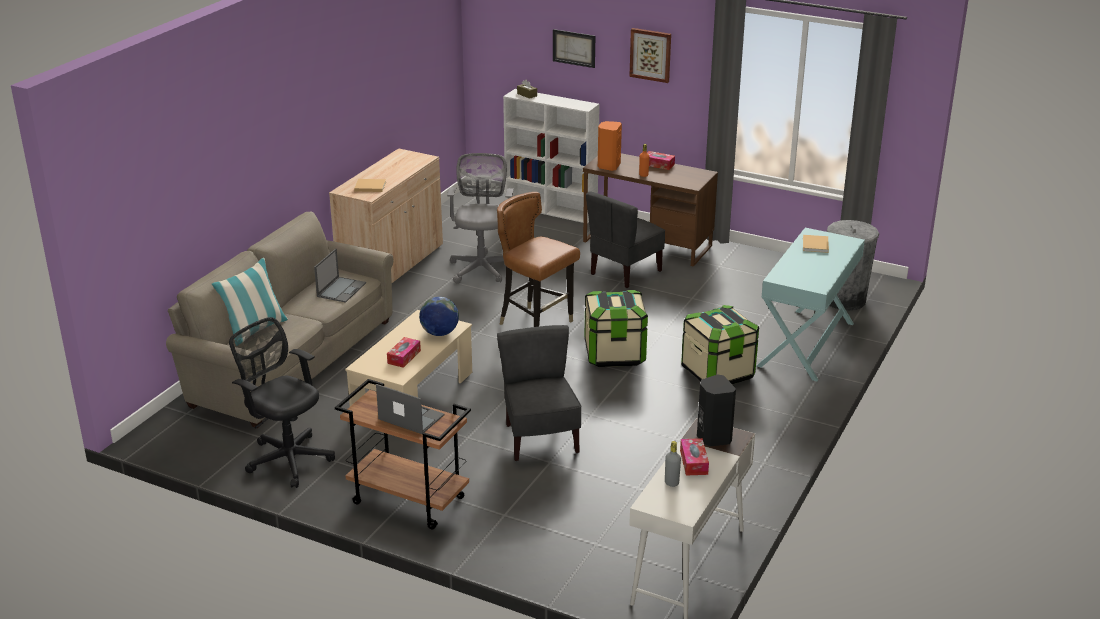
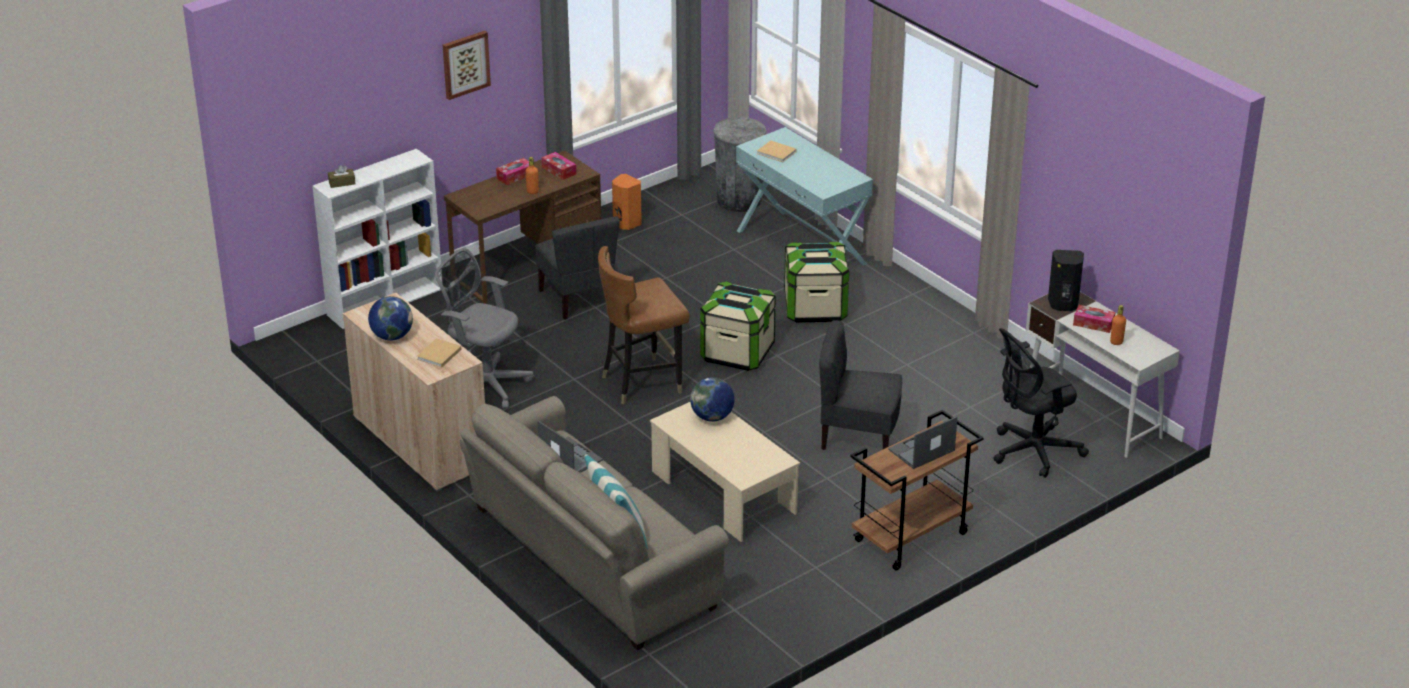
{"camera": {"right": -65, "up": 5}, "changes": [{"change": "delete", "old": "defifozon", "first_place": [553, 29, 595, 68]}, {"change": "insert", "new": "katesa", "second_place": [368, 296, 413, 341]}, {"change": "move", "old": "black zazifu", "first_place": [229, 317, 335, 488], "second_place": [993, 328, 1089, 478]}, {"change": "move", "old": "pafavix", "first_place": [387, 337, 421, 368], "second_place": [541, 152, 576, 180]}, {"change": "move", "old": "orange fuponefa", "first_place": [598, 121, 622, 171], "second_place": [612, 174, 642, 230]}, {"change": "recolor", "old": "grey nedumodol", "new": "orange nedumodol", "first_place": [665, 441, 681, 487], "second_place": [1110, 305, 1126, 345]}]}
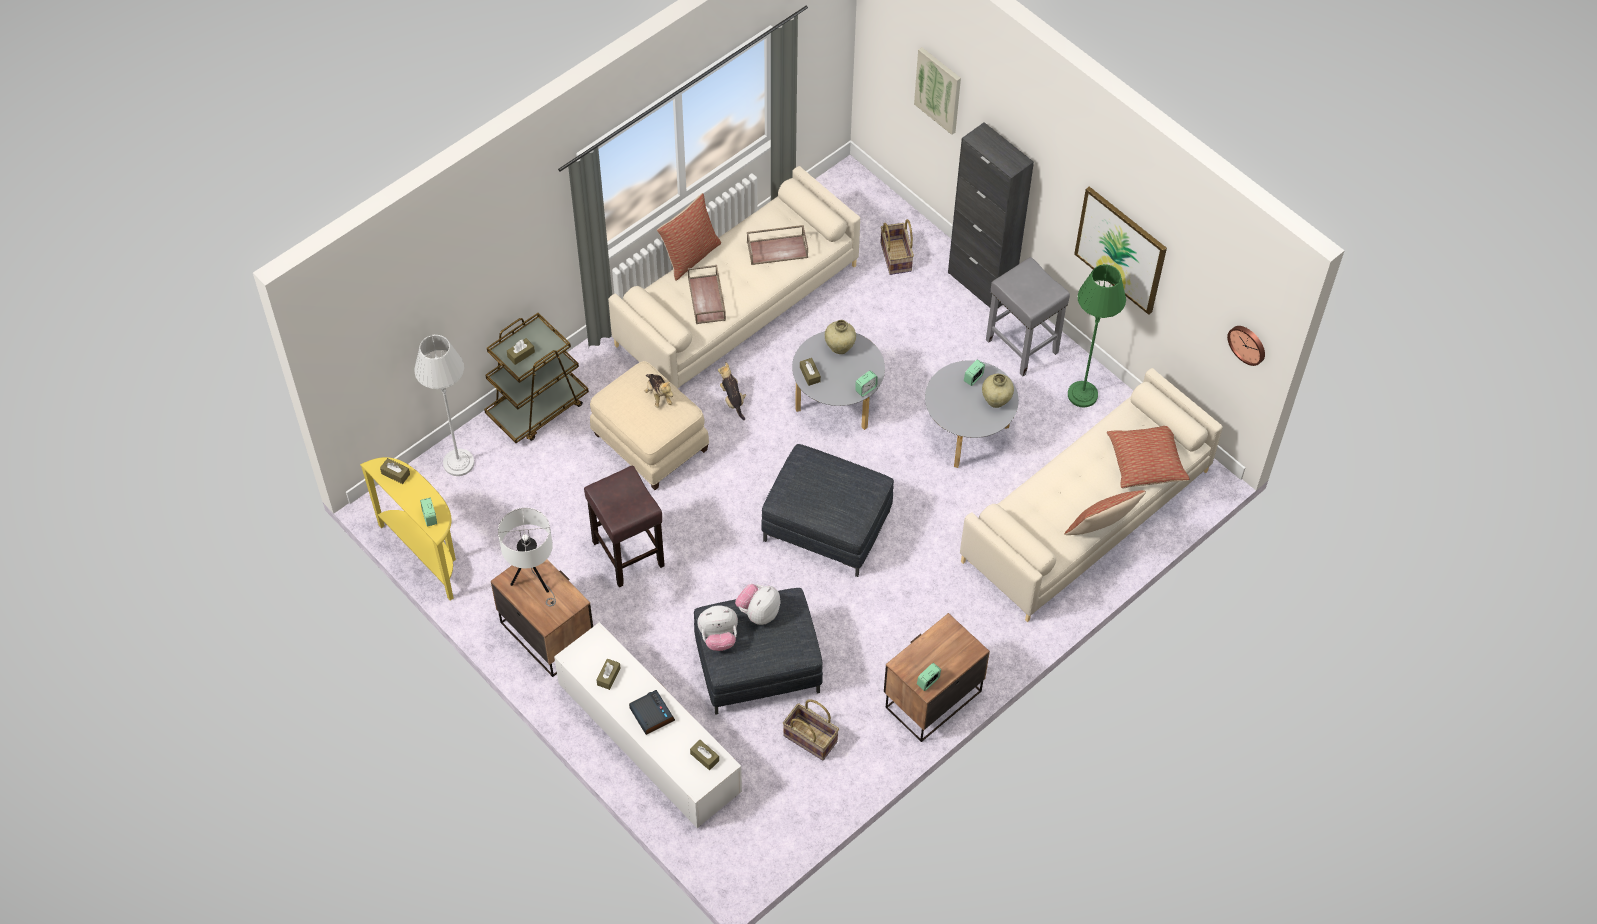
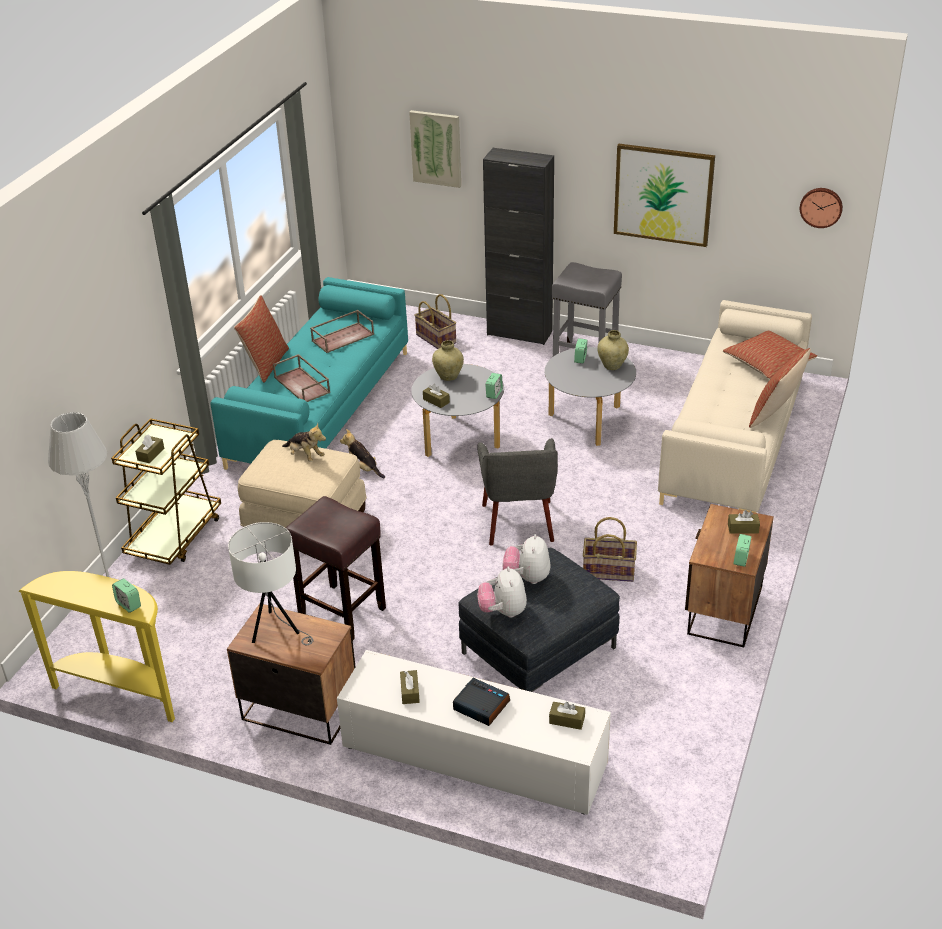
{"camera": {"right": -25, "up": -20}, "changes": [{"change": "delete", "old": "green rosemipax", "first_place": [1068, 264, 1126, 408]}, {"change": "move", "old": "brown pafavix", "first_place": [380, 458, 410, 484], "second_place": [728, 510, 760, 534]}, {"change": "move", "old": "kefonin", "first_place": [783, 699, 839, 761], "second_place": [583, 517, 637, 582]}, {"change": "replace", "old": "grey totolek", "new": "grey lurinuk", "first_place": [761, 444, 894, 577], "second_place": [477, 438, 558, 546]}, {"change": "recolor", "old": "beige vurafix", "new": "turquoise vurafix", "first_place": [608, 166, 860, 388], "second_place": [210, 277, 408, 470]}, {"change": "rotate", "old": "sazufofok", "first_place": [697, 606, 738, 651], "second_place": [477, 567, 527, 618], "degrees": 120}]}
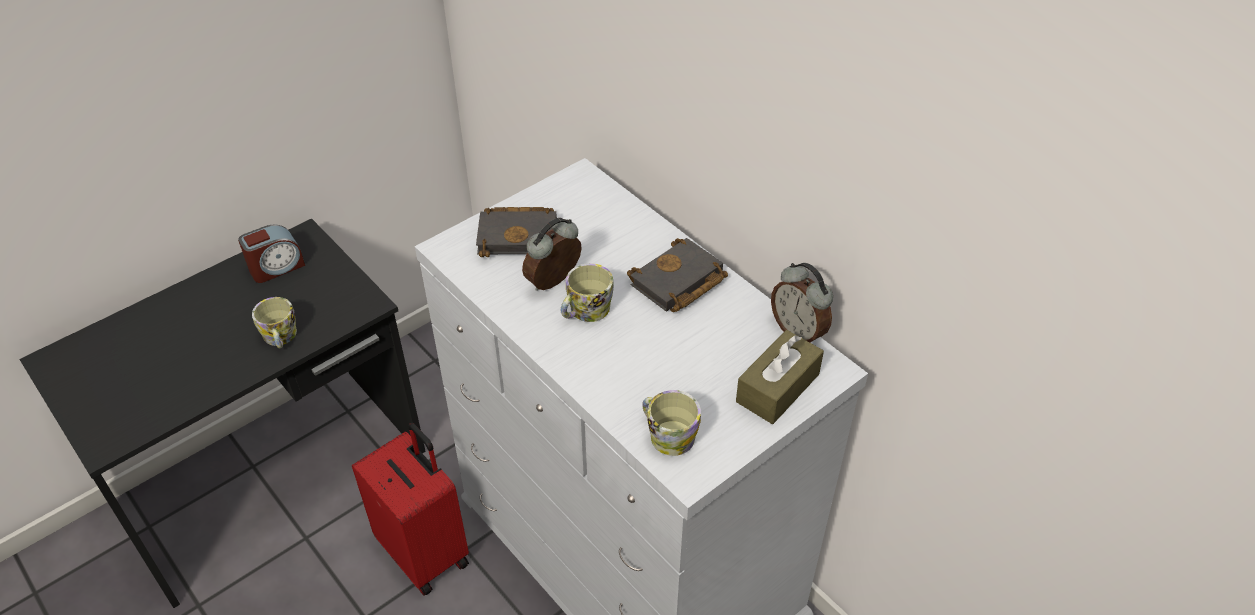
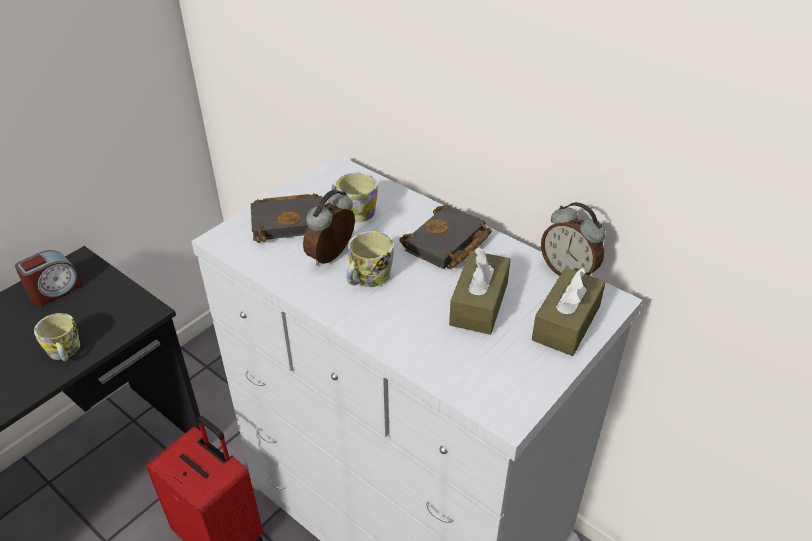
{"camera": {"right": -10, "up": -5}, "changes": [{"change": "insert", "new": "brown pafavix", "second_place": [449, 248, 511, 335]}, {"change": "move", "old": "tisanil", "first_place": [642, 390, 701, 456], "second_place": [332, 172, 378, 222]}]}
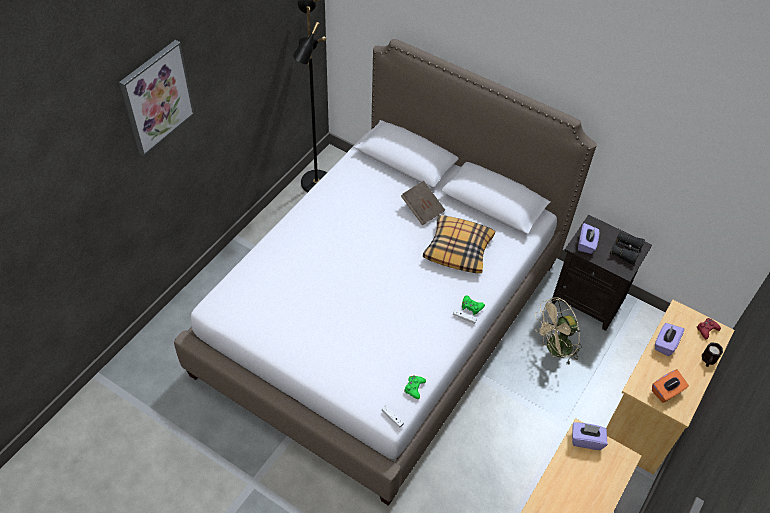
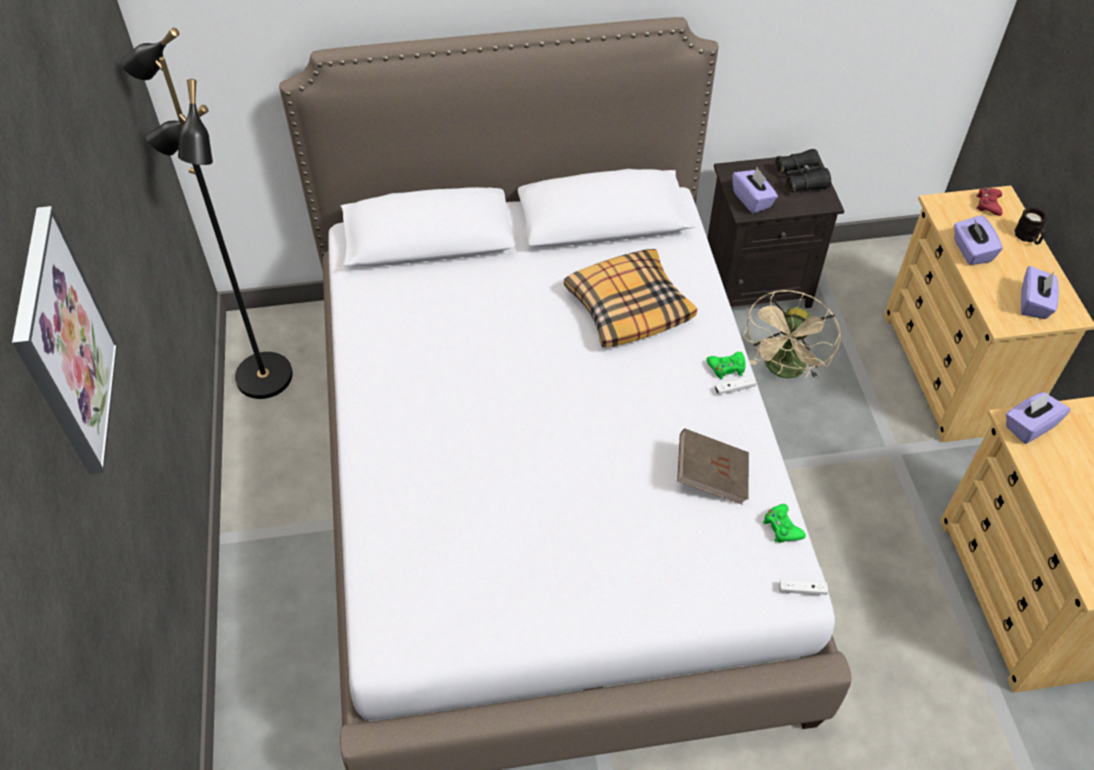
{"camera": {"right": -40, "up": 0}, "changes": [{"change": "move", "old": "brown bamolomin", "first_place": [401, 181, 445, 226], "second_place": [677, 429, 749, 504]}, {"change": "recolor", "old": "orange pafavix", "new": "purple pafavix", "first_place": [652, 369, 689, 403], "second_place": [1021, 266, 1059, 319]}]}
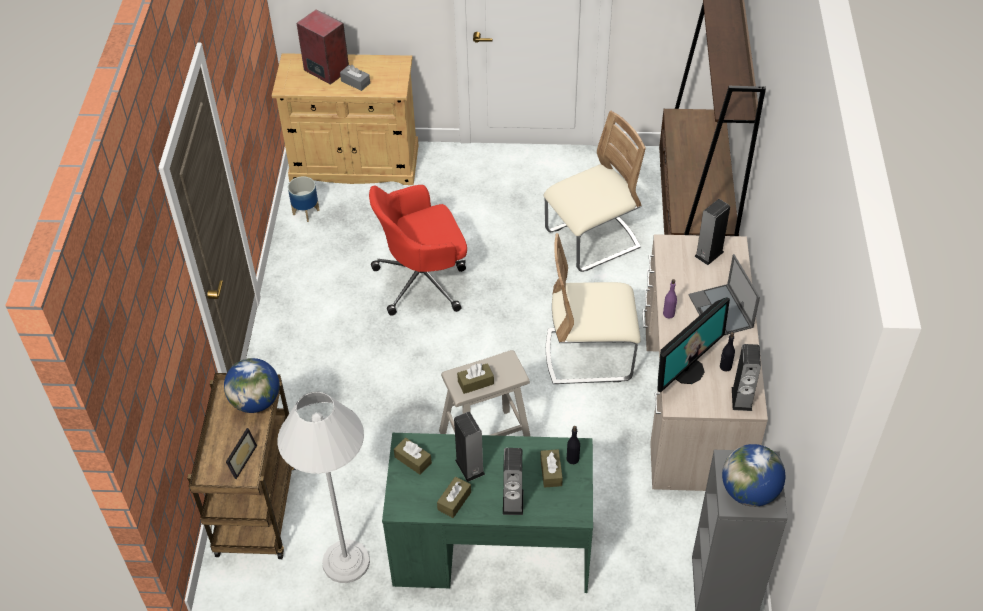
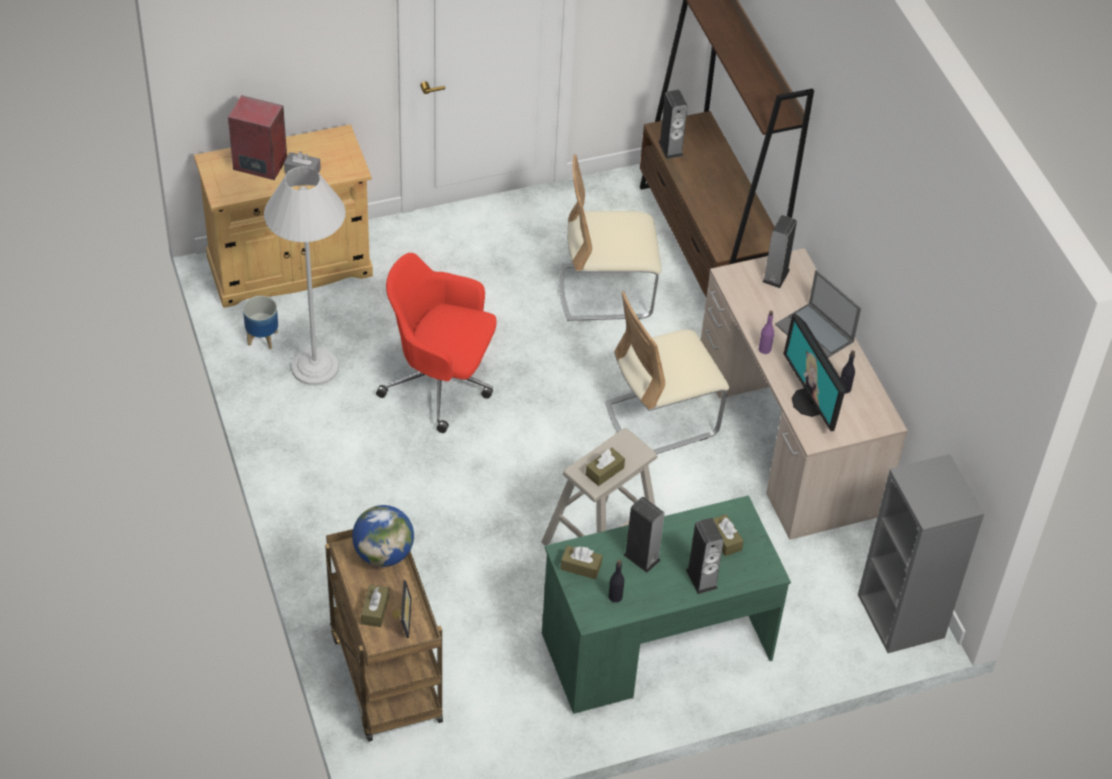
{"camera": {"right": -25, "up": 0}, "changes": [{"change": "delete", "old": "katesa", "first_place": [722, 444, 785, 507]}, {"change": "move", "old": "white rosemipax", "first_place": [277, 391, 370, 583], "second_place": [264, 166, 346, 385]}, {"change": "move", "old": "brown pafavix", "first_place": [437, 477, 471, 518], "second_place": [361, 584, 389, 627]}, {"change": "move", "old": "black nedumodol", "first_place": [567, 426, 580, 464], "second_place": [609, 560, 624, 603]}, {"change": "move", "old": "fuponefa", "first_place": [732, 344, 761, 411], "second_place": [658, 90, 687, 159]}, {"change": "rotate", "old": "red zazifu", "first_place": [369, 185, 467, 316], "second_place": [376, 253, 497, 433], "degrees": 60}, {"change": "rotate", "old": "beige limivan", "first_place": [544, 111, 646, 272], "second_place": [559, 155, 662, 321], "degrees": -135}, {"change": "rotate", "old": "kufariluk", "first_place": [658, 297, 730, 393], "second_place": [783, 314, 846, 431], "degrees": 135}]}
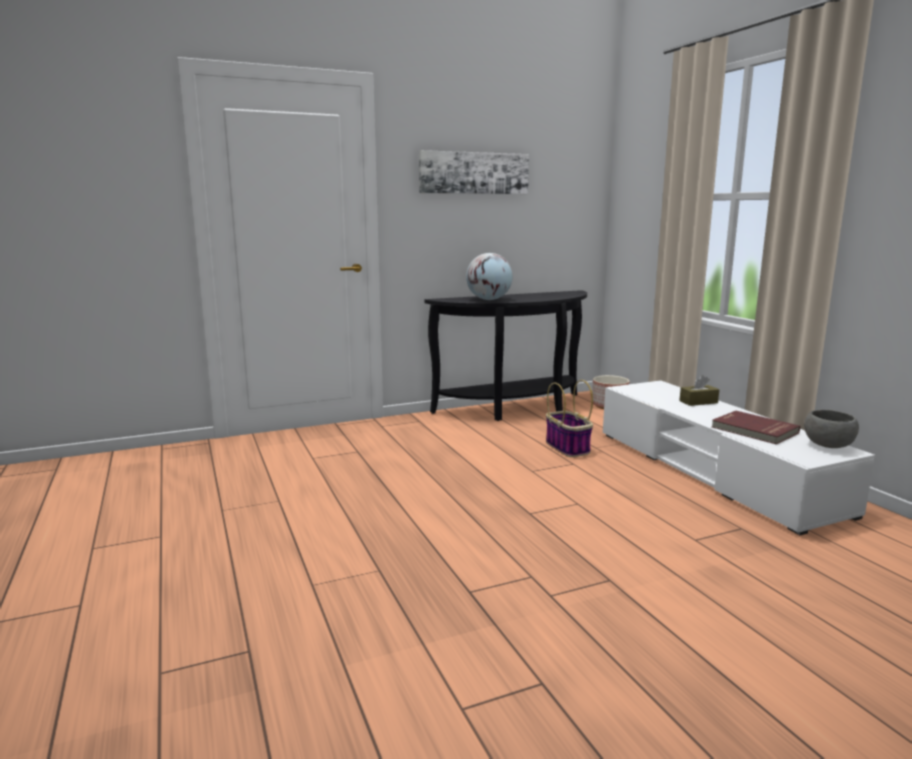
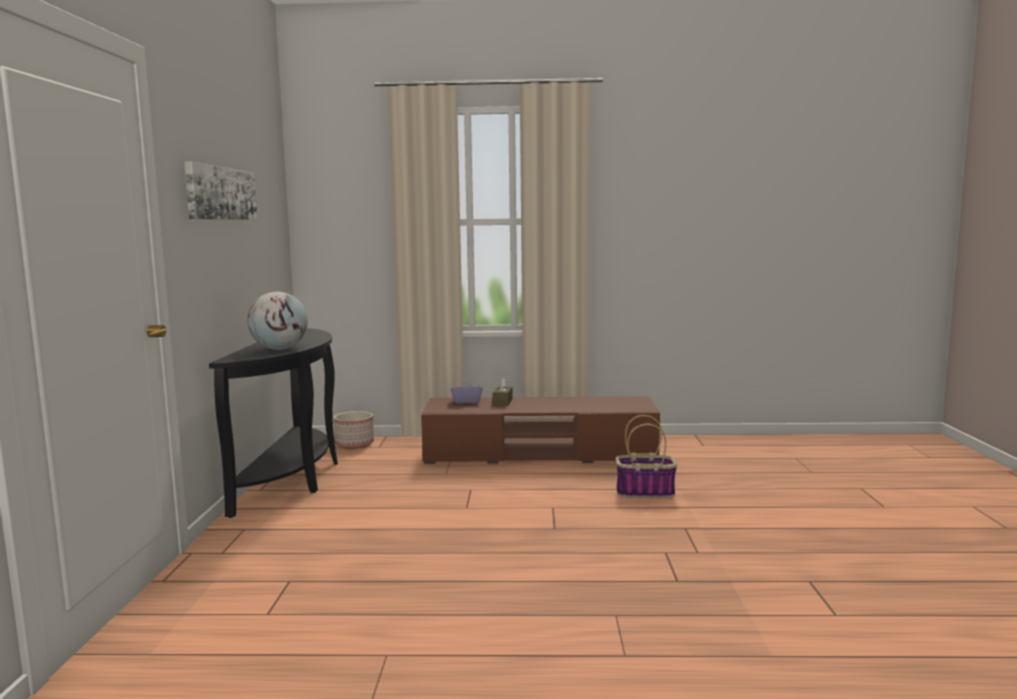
{"camera": {"right": -65, "up": -5}, "changes": [{"change": "delete", "old": "red bamolomin", "first_place": [712, 411, 800, 444]}, {"change": "delete", "old": "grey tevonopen", "first_place": [804, 409, 859, 448]}, {"change": "insert", "new": "purple pafavix", "second_place": [451, 378, 482, 404]}, {"change": "move", "old": "kefonin", "first_place": [546, 380, 593, 457], "second_place": [615, 415, 677, 498]}, {"change": "recolor", "old": "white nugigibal", "new": "brown nugigibal", "first_place": [603, 380, 875, 535], "second_place": [421, 396, 660, 464]}]}
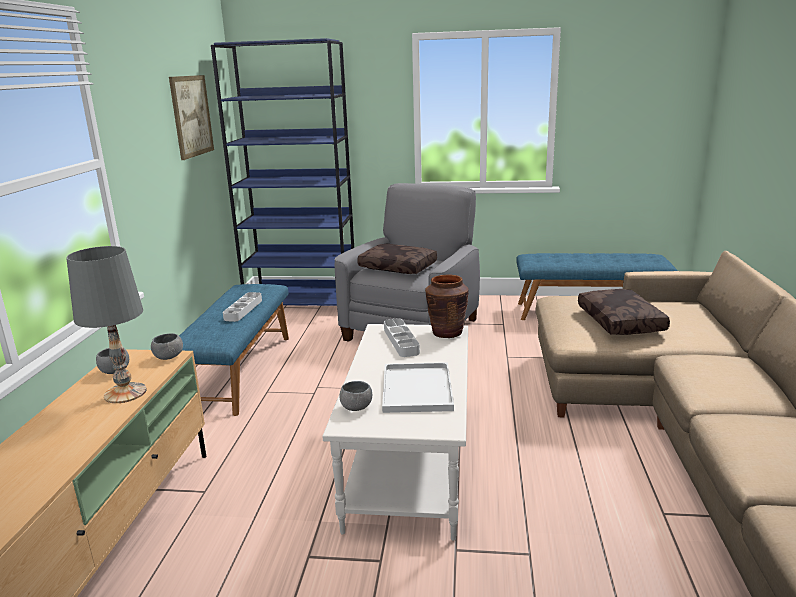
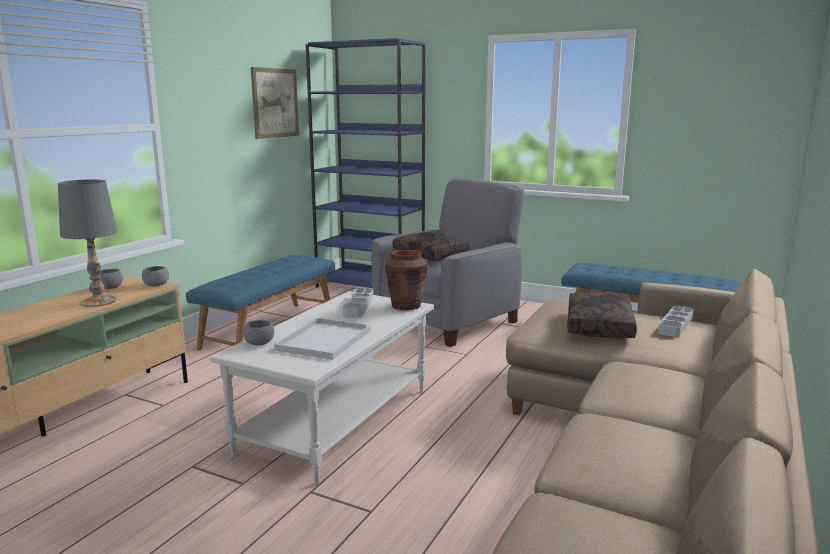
{"camera": {"right": 20, "up": -5}, "changes": [{"change": "move", "old": "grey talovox", "first_place": [223, 292, 262, 322], "second_place": [658, 306, 694, 337]}]}
